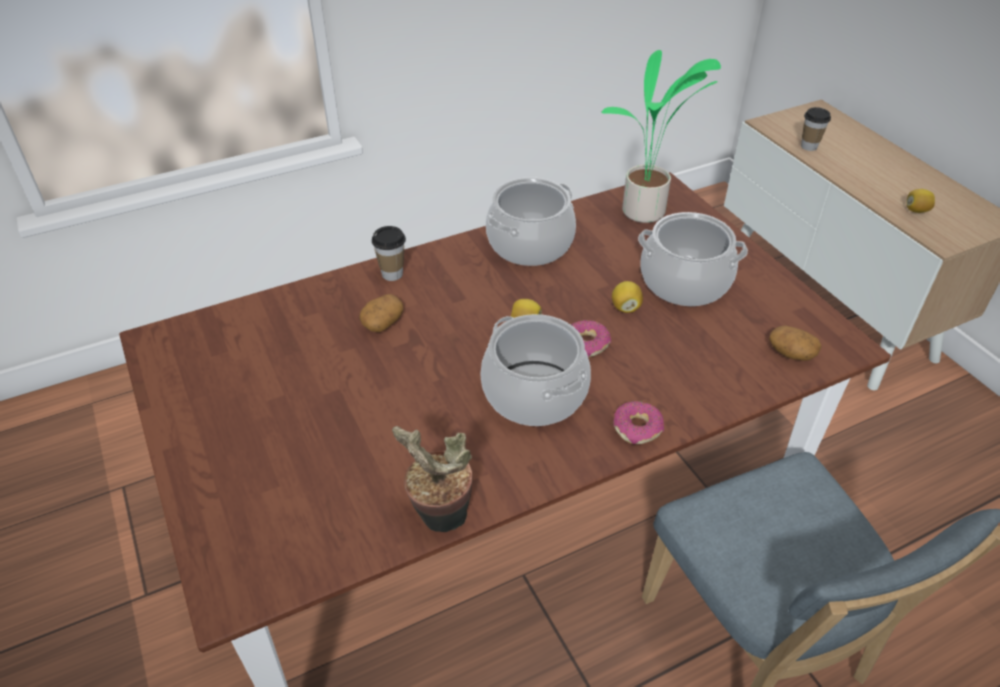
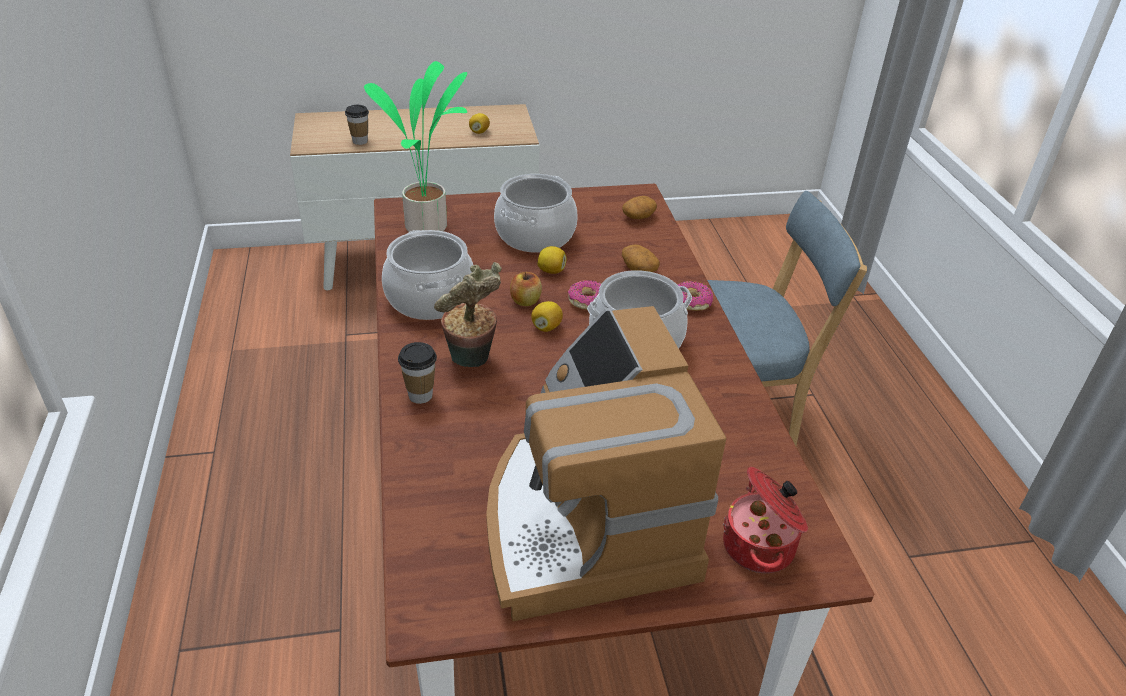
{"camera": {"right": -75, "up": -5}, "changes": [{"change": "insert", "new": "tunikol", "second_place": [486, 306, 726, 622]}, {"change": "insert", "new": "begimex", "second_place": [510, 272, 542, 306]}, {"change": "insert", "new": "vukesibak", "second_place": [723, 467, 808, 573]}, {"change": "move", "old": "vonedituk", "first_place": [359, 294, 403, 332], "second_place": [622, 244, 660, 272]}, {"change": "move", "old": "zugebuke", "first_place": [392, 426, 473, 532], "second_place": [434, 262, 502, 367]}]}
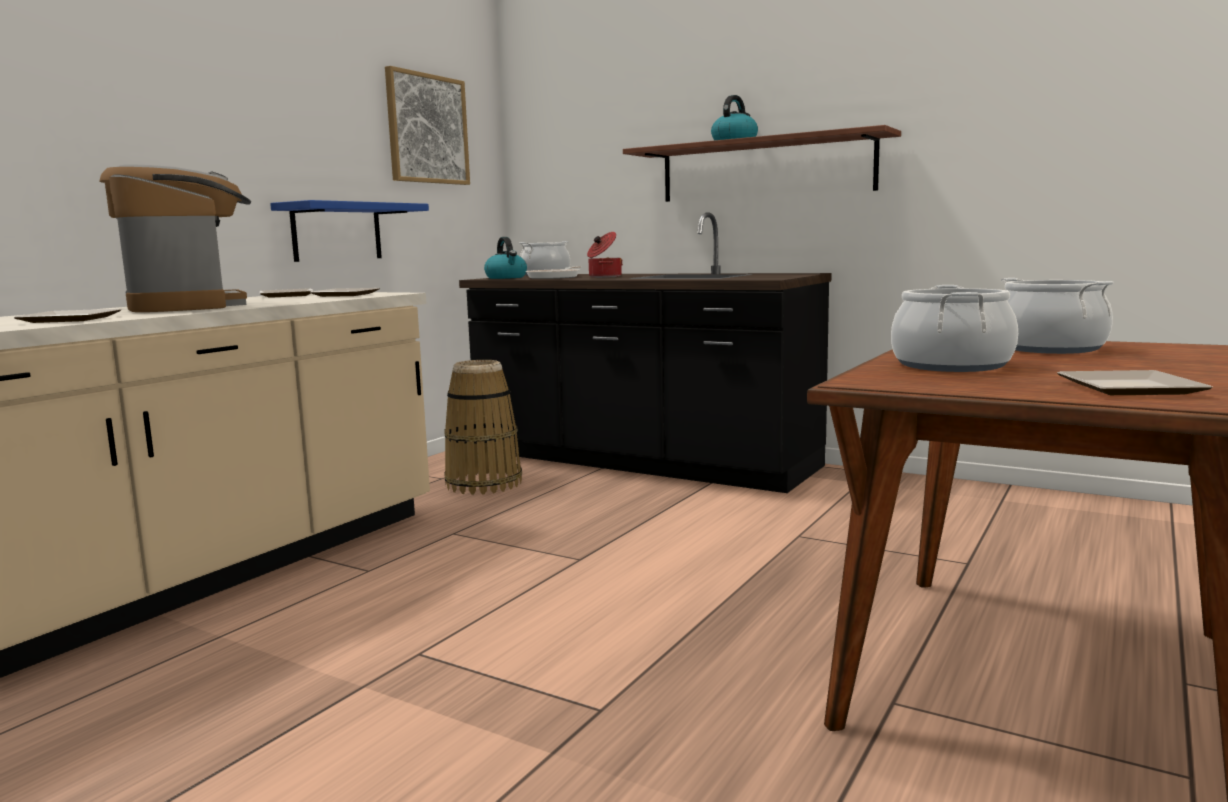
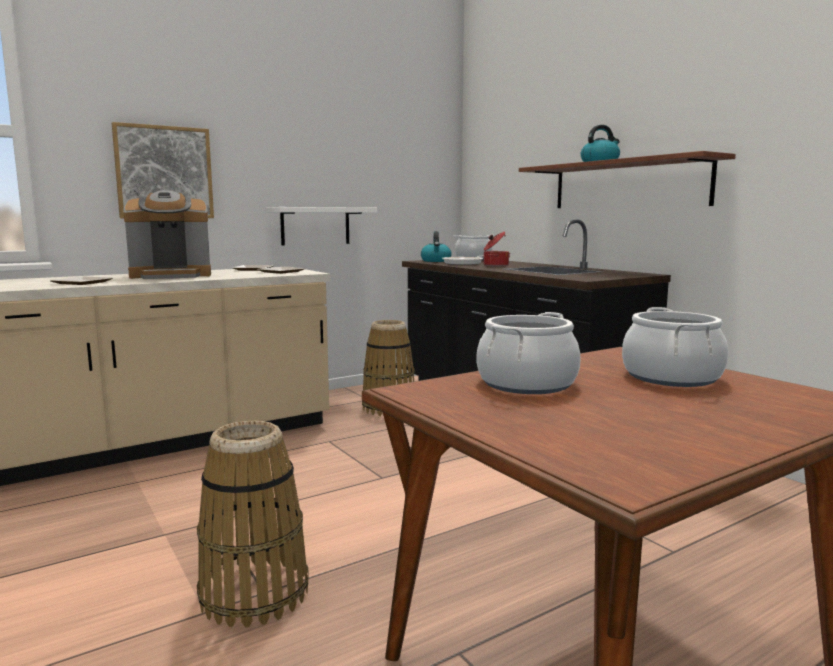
{"camera": {"right": 25, "up": 0}, "changes": [{"change": "delete", "old": "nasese", "first_place": [1057, 370, 1212, 395]}, {"change": "insert", "new": "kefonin", "second_place": [197, 421, 309, 627]}, {"change": "move", "old": "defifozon", "first_place": [385, 66, 470, 185], "second_place": [112, 122, 214, 218]}, {"change": "recolor", "old": "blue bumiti", "new": "white bumiti", "first_place": [270, 200, 429, 262], "second_place": [266, 207, 377, 246]}, {"change": "rotate", "old": "tunikol", "first_place": [99, 164, 251, 312], "second_place": [124, 190, 211, 279], "degrees": 75}]}
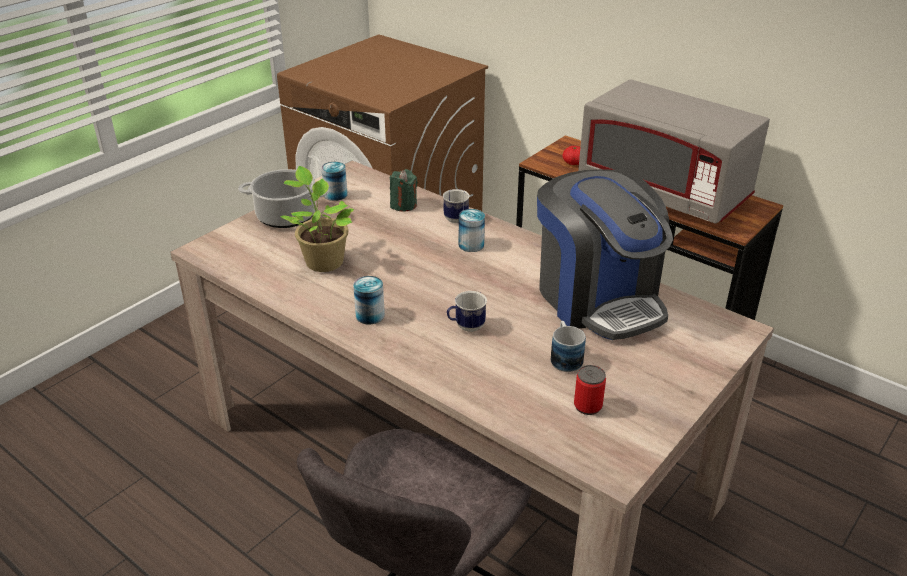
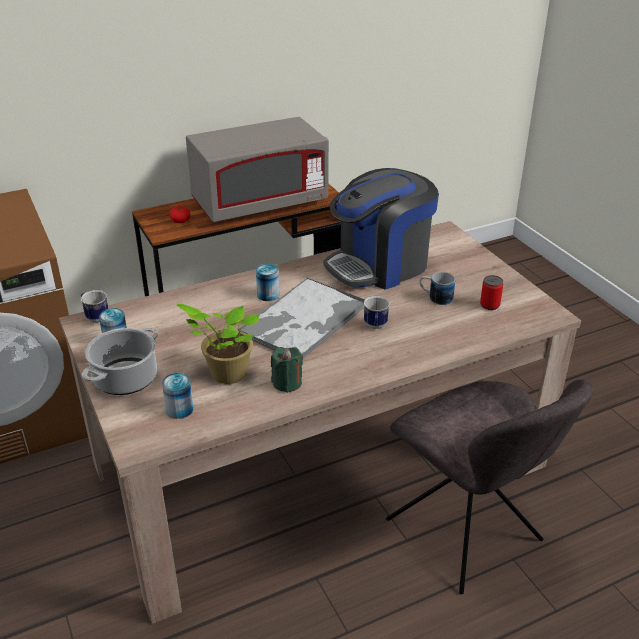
{"camera": {"right": -65, "up": 0}, "changes": [{"change": "insert", "new": "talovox", "second_place": [237, 277, 365, 358]}, {"change": "move", "old": "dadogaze", "first_place": [353, 276, 385, 324], "second_place": [162, 373, 194, 419]}, {"change": "move", "old": "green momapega", "first_place": [390, 169, 418, 211], "second_place": [271, 347, 303, 393]}, {"change": "move", "old": "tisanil", "first_place": [443, 189, 470, 223], "second_place": [81, 290, 108, 323]}, {"change": "rotate", "old": "tunikol", "first_place": [537, 169, 673, 340], "second_place": [324, 168, 439, 290], "degrees": 150}]}
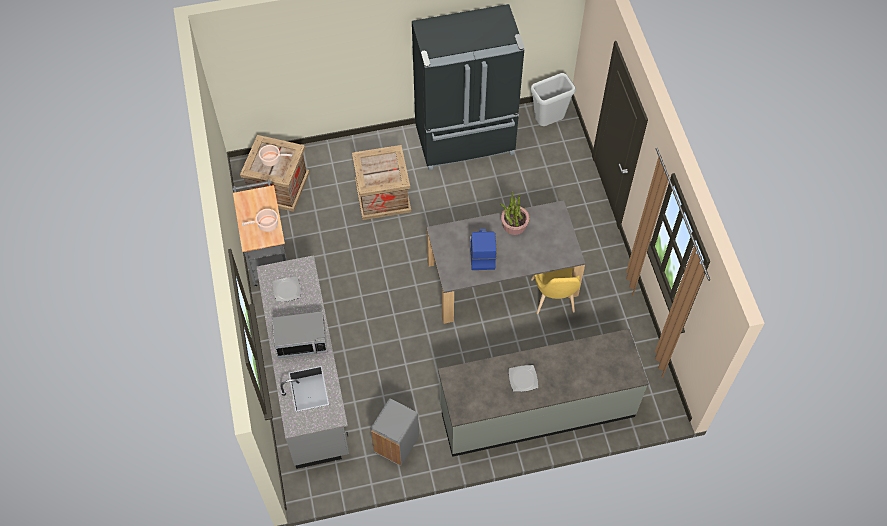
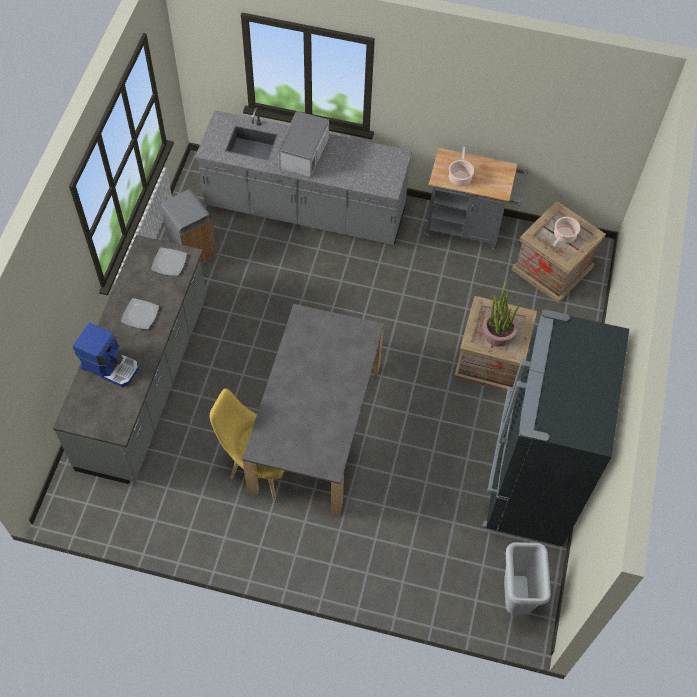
{"camera": {"right": 115, "up": 0}, "changes": [{"change": "move", "old": "nasese", "first_place": [273, 276, 301, 302], "second_place": [151, 247, 187, 276]}, {"change": "move", "old": "tunikol", "first_place": [470, 229, 497, 270], "second_place": [73, 322, 139, 387]}, {"change": "move", "old": "zugebuke", "first_place": [500, 191, 530, 235], "second_place": [483, 281, 519, 347]}]}
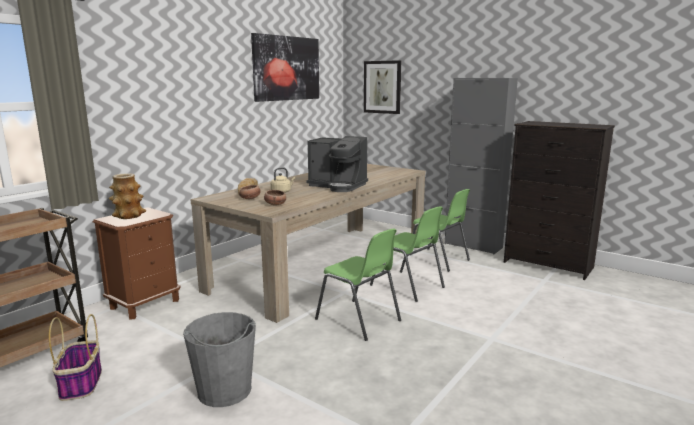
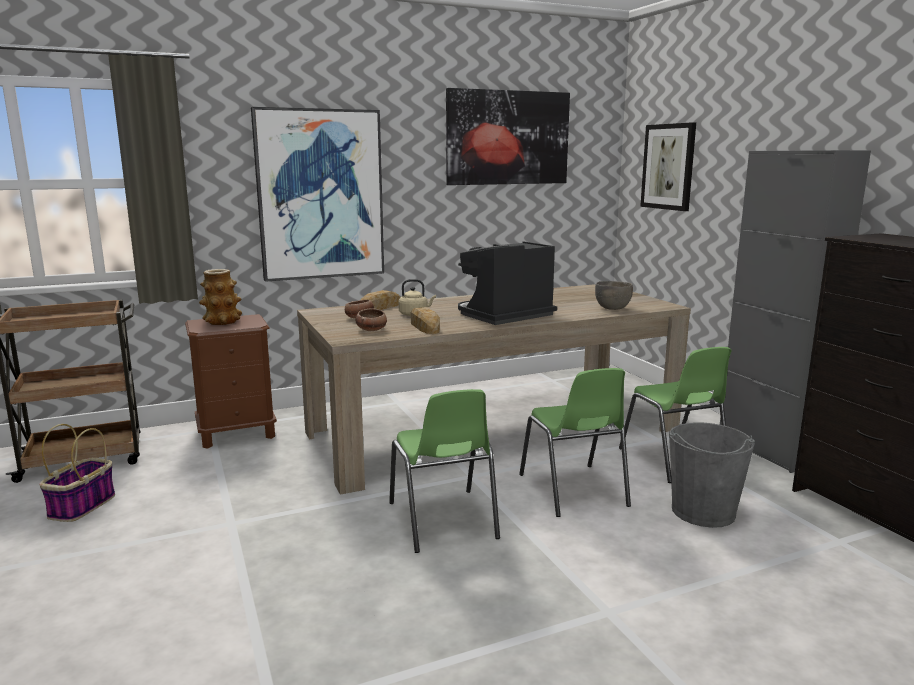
{"camera": {"right": 30, "up": 0}, "changes": [{"change": "insert", "new": "defifozon", "second_place": [251, 107, 384, 282]}, {"change": "insert", "new": "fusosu", "second_place": [411, 307, 440, 334]}, {"change": "insert", "new": "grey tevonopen", "second_place": [595, 281, 633, 310]}, {"change": "move", "old": "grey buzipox", "first_place": [183, 312, 256, 407], "second_place": [669, 422, 755, 528]}, {"change": "rotate", "old": "tunikol", "first_place": [306, 136, 368, 192], "second_place": [458, 241, 557, 325], "degrees": 90}]}
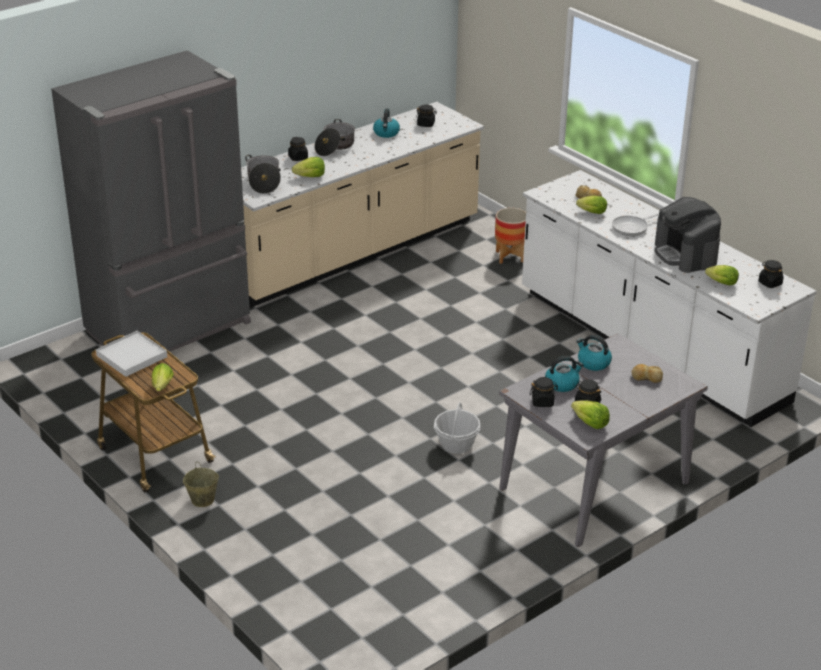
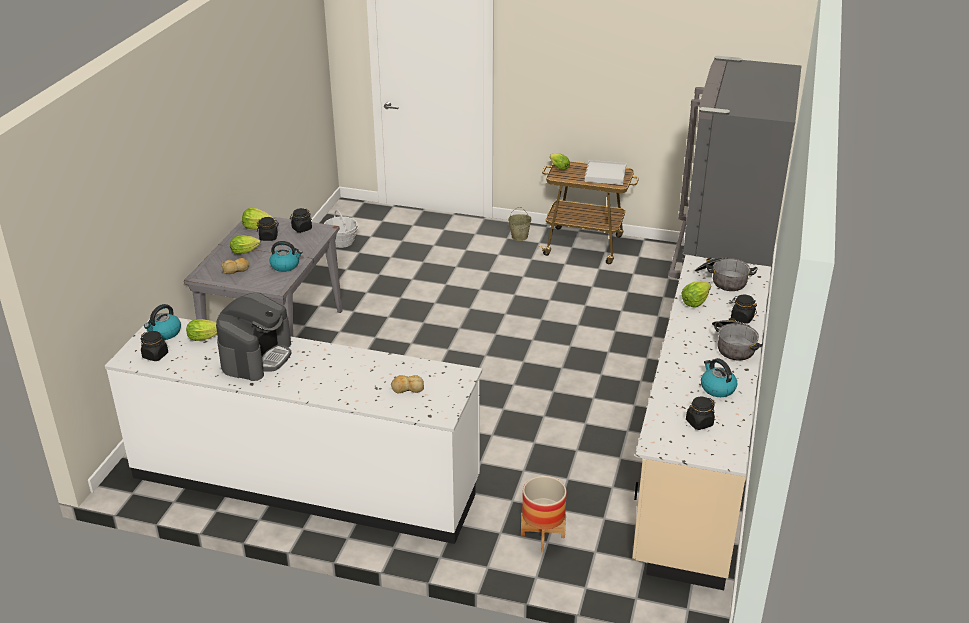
{"camera": {"right": 145, "up": 0}, "changes": [{"change": "delete", "old": "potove", "first_place": [612, 213, 659, 236]}, {"change": "move", "old": "kefonin", "first_place": [434, 402, 480, 454], "second_place": [324, 210, 358, 248]}, {"change": "move", "old": "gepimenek", "first_place": [545, 356, 584, 392], "second_place": [144, 304, 181, 340]}, {"change": "move", "old": "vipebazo", "first_place": [576, 196, 607, 214], "second_place": [230, 235, 261, 254]}, {"change": "rotate", "old": "tunikol", "first_place": [655, 197, 721, 273], "second_place": [216, 293, 291, 381], "degrees": 75}]}
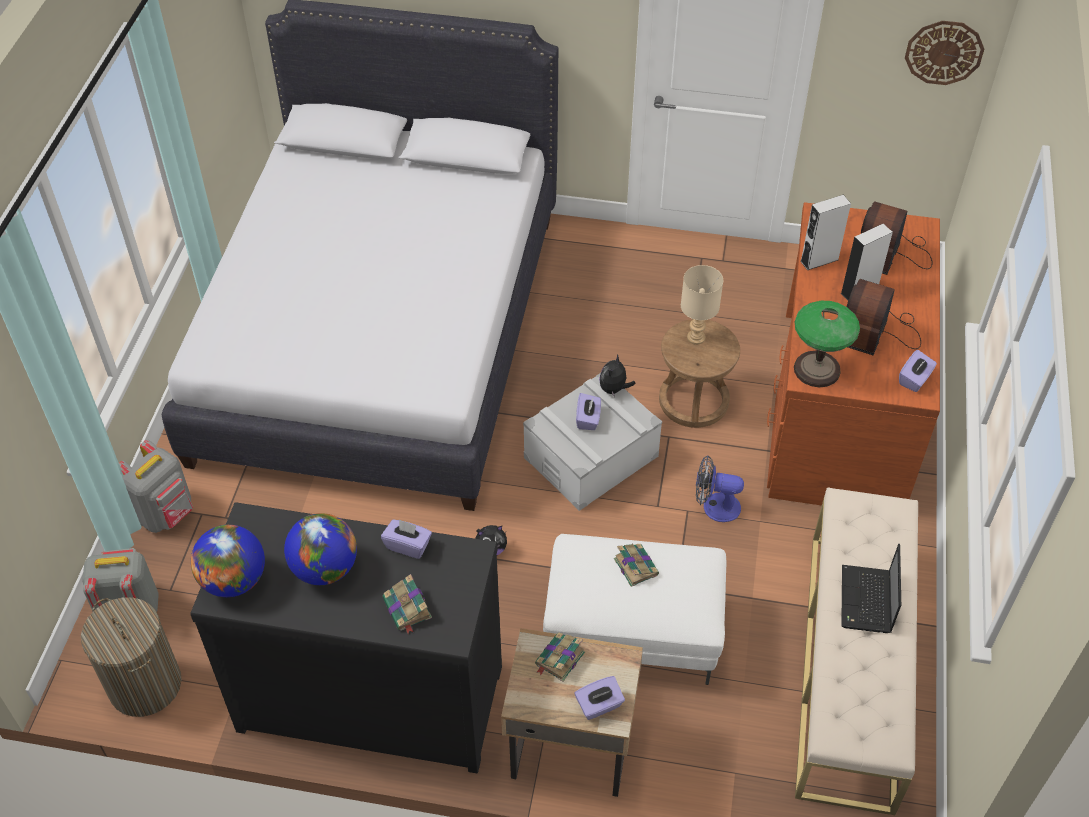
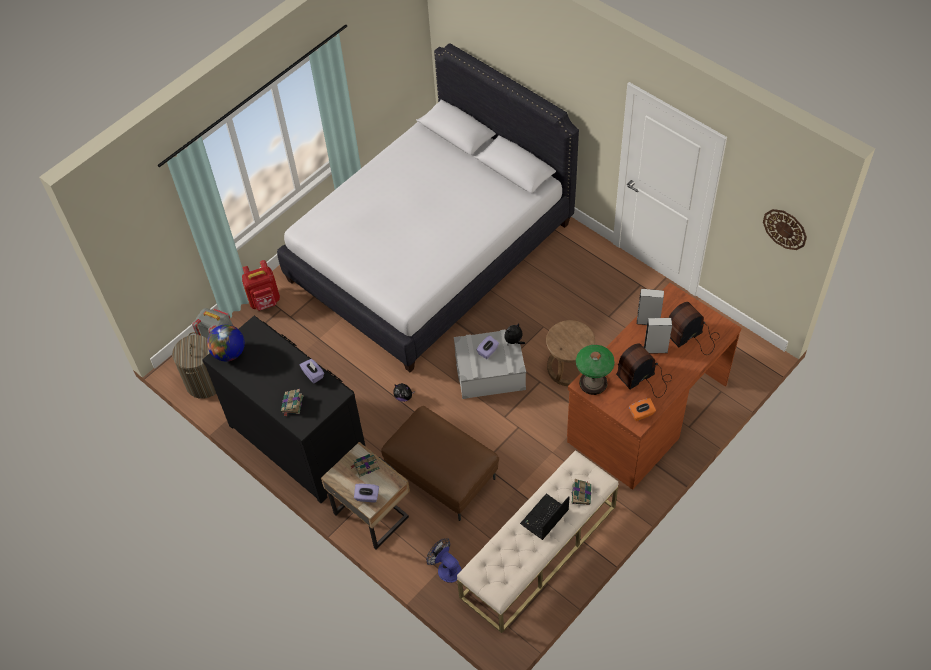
{"camera": {"right": 35, "up": 5}, "changes": [{"change": "delete", "old": "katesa", "first_place": [284, 513, 357, 585]}, {"change": "delete", "old": "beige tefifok", "first_place": [681, 265, 723, 345]}, {"change": "move", "old": "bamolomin", "first_place": [614, 543, 659, 587], "second_place": [572, 479, 591, 505]}, {"change": "move", "old": "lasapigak", "first_place": [696, 455, 744, 522], "second_place": [426, 538, 462, 583]}, {"change": "recolor", "old": "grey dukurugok", "new": "red dukurugok", "first_place": [119, 440, 193, 533], "second_place": [242, 260, 280, 311]}, {"change": "recolor", "old": "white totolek", "new": "brown totolek", "first_place": [543, 534, 726, 685], "second_place": [381, 406, 499, 521]}, {"change": "recolor", "old": "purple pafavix", "new": "orange pafavix", "first_place": [899, 350, 937, 392], "second_place": [629, 398, 656, 421]}]}
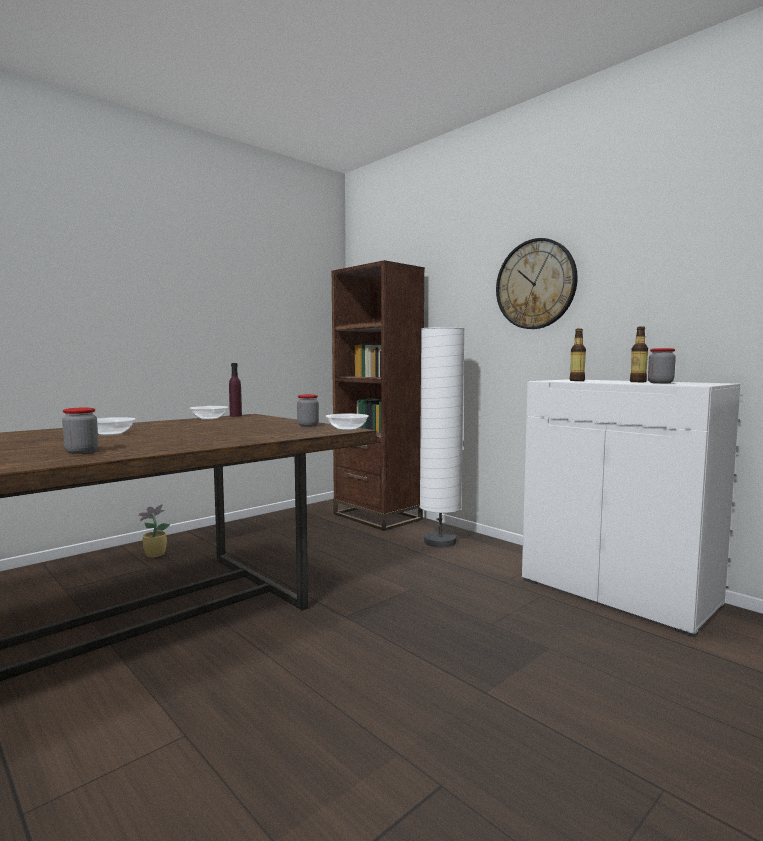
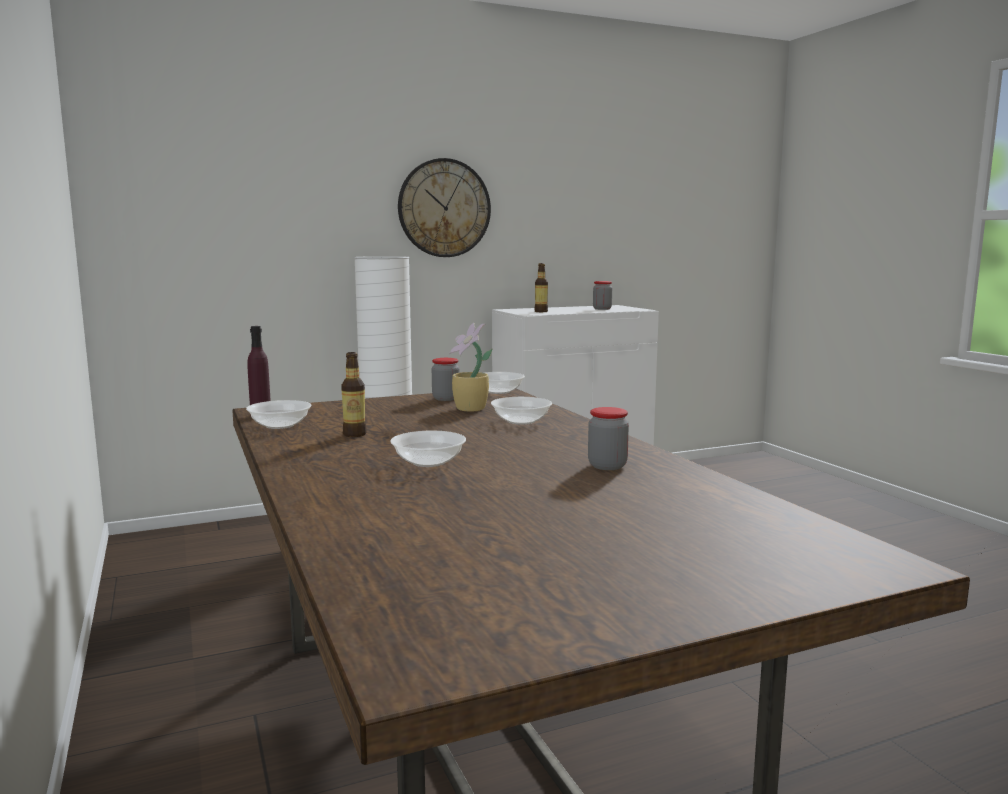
{"camera": {"right": -70, "up": 5}, "changes": [{"change": "delete", "old": "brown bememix", "first_place": [332, 260, 425, 531]}, {"change": "insert", "new": "tevonopen", "second_place": [491, 397, 552, 425]}, {"change": "move", "old": "zugebuke", "first_place": [137, 504, 170, 557], "second_place": [449, 323, 492, 412]}, {"change": "move", "old": "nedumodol", "first_place": [630, 326, 648, 382], "second_place": [341, 352, 367, 437]}]}
